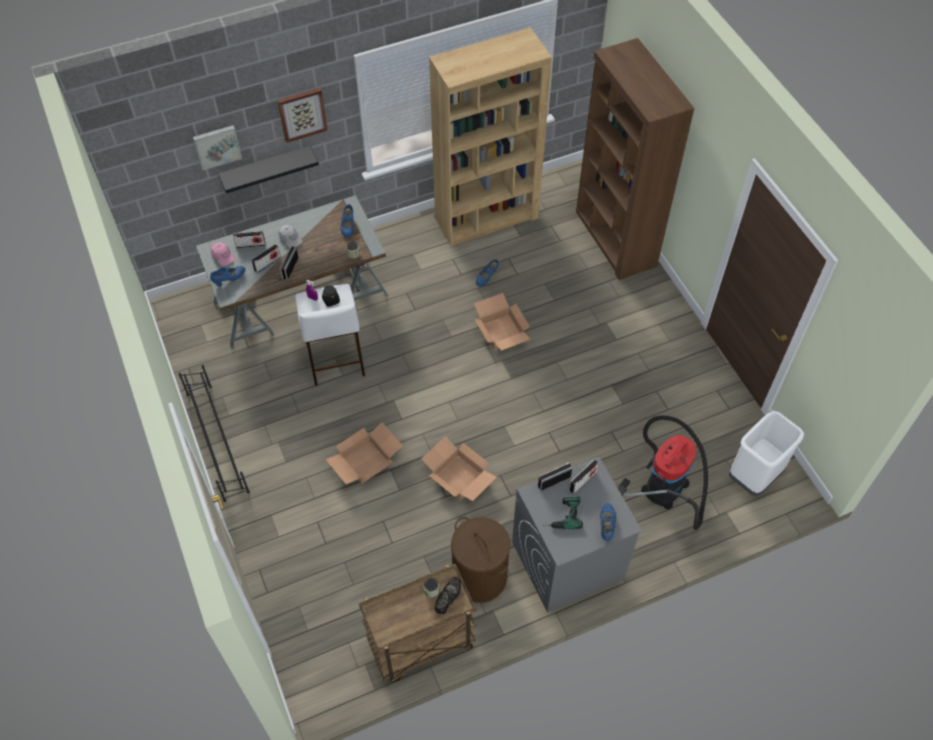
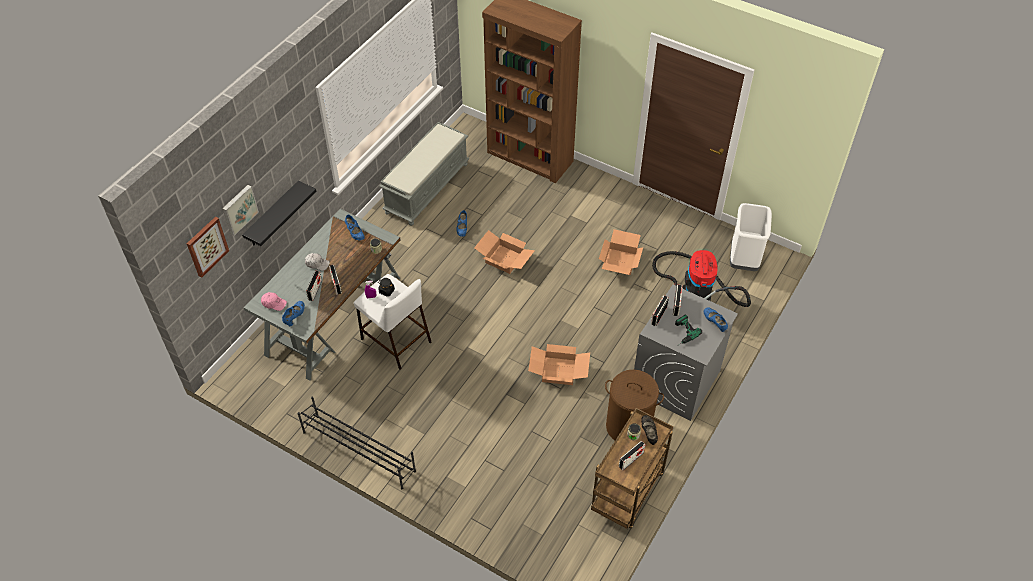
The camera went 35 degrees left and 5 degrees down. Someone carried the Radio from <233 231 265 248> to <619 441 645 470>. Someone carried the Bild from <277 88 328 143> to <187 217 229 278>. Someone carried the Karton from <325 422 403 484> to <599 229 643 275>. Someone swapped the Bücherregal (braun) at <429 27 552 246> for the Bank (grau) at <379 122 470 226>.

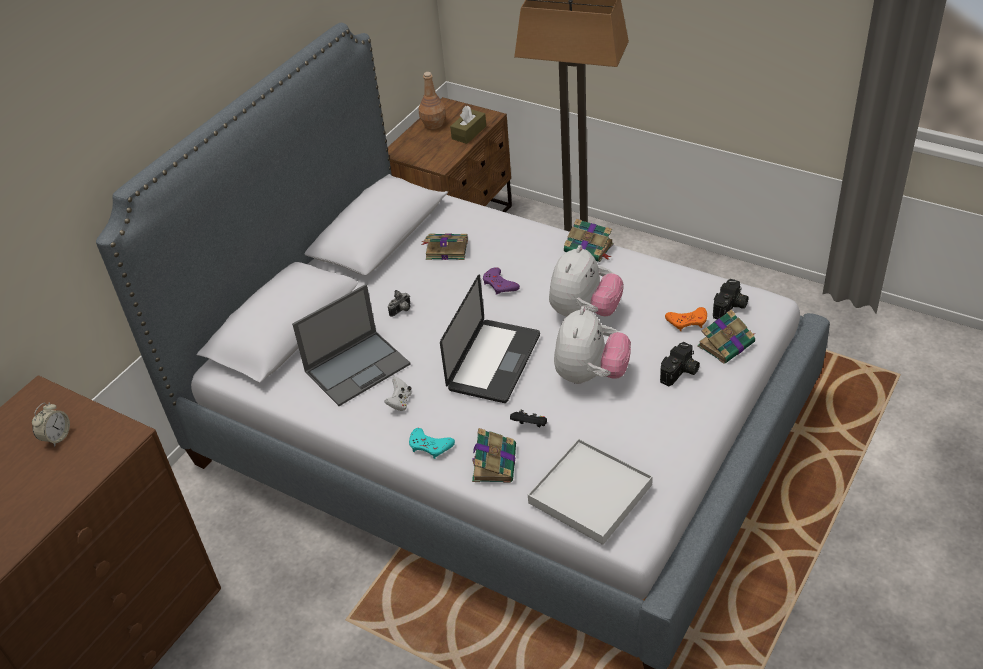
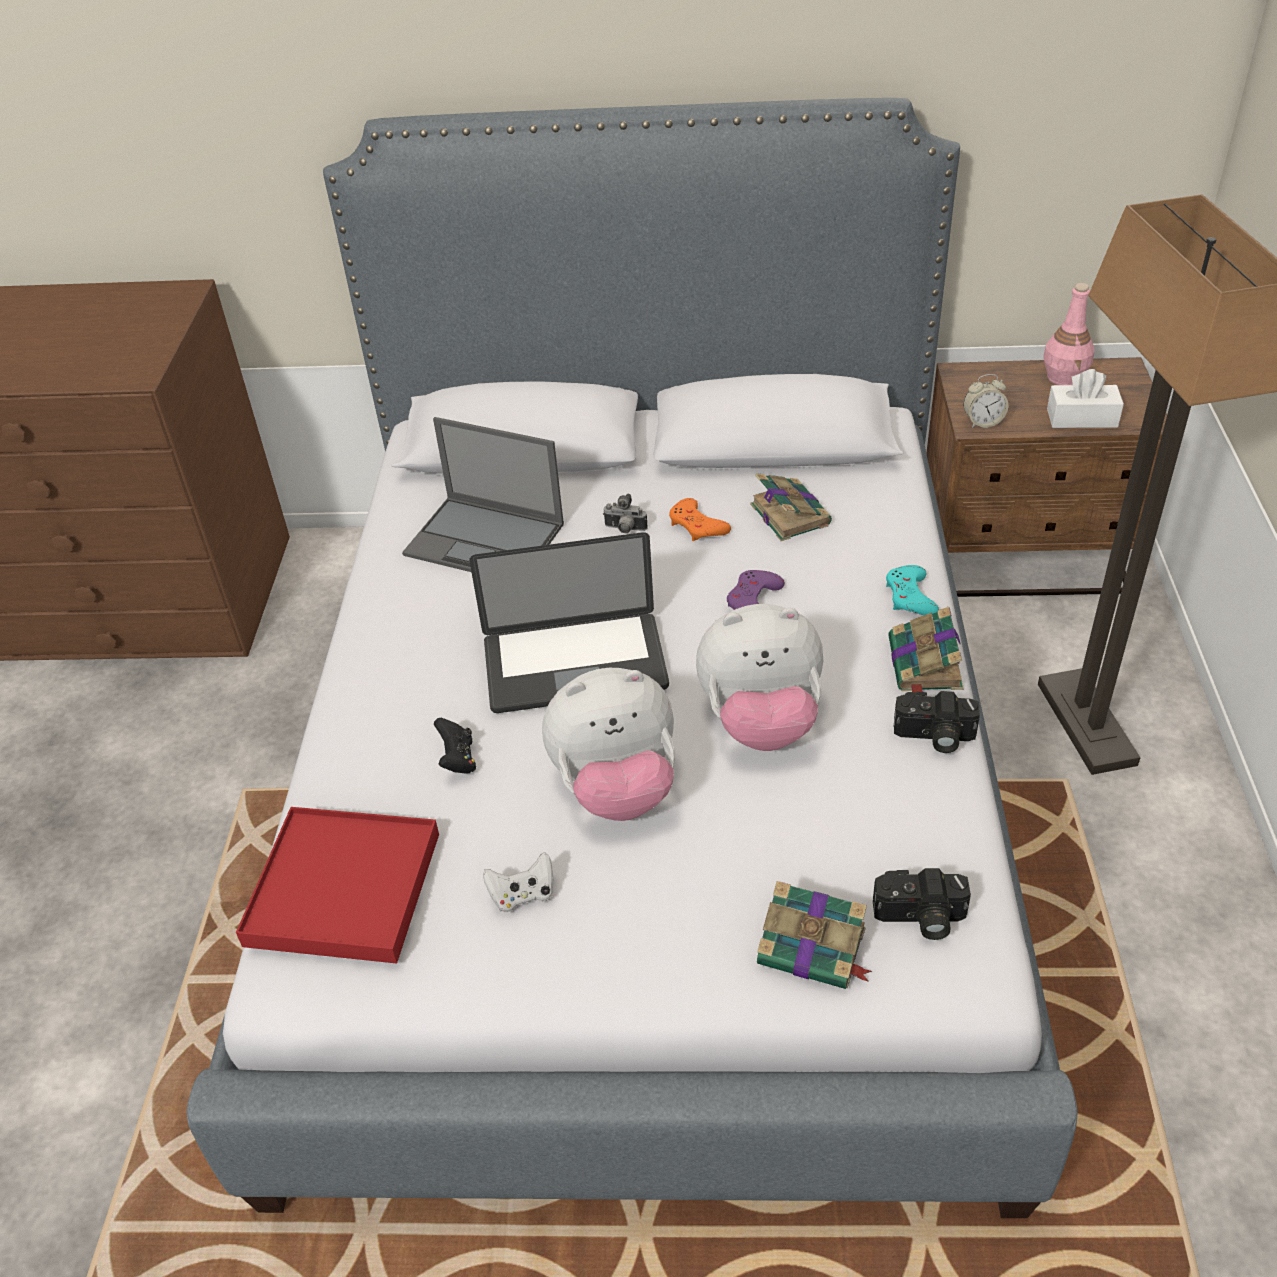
The camera went 60 degrees right and 0 degrees up. Someone took away the Buch at <472 428 516 483>. Someone carried the Wecker from <32 403 70 447> to <963 374 1008 428>. Someone carried the Gamepad (weiß) from <384 377 411 411> to <483 852 553 913>. Someone carried the Gamepad (türkis) from <409 428 455 459> to <886 565 939 615>. Someone carried the Kamera from <660 342 700 386> to <893 691 980 753>. Someone carried the Gamepad (orange) from <665 307 707 331> to <669 498 731 541>. Someone repainted the Flasche (braun) at <419 72 446 129>, which became the Flasche (rosa) at <1044 283 1094 385>. Someone repainted the Taschentuchbox (braun) at <450 106 486 144>, which became the Taschentuchbox (weiß) at <1047 369 1124 428>. Someone repainted the Tablett (weiß) at <528 438 653 545>, which became the Tablett (rot) at <236 807 439 963>.

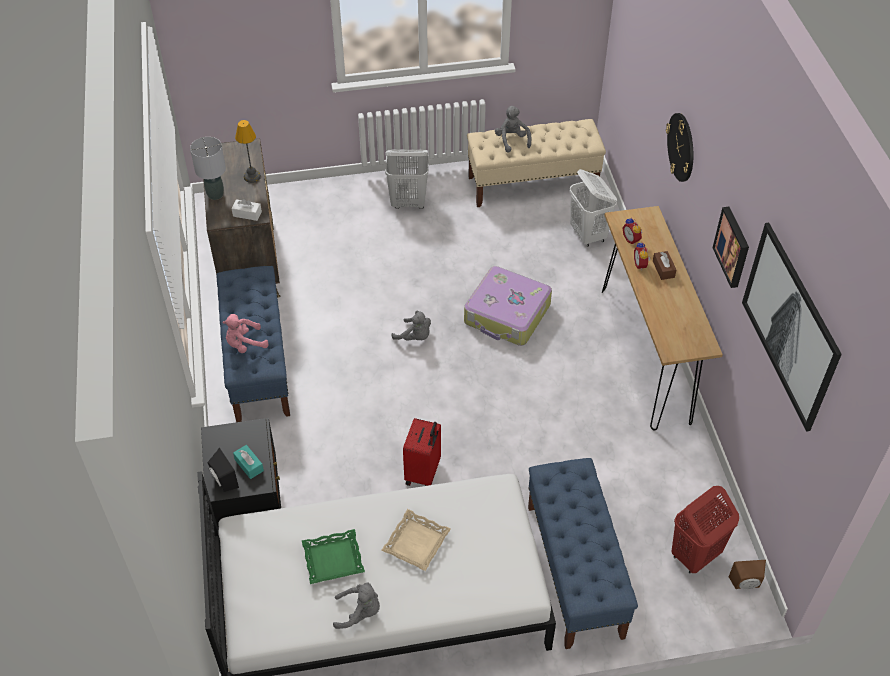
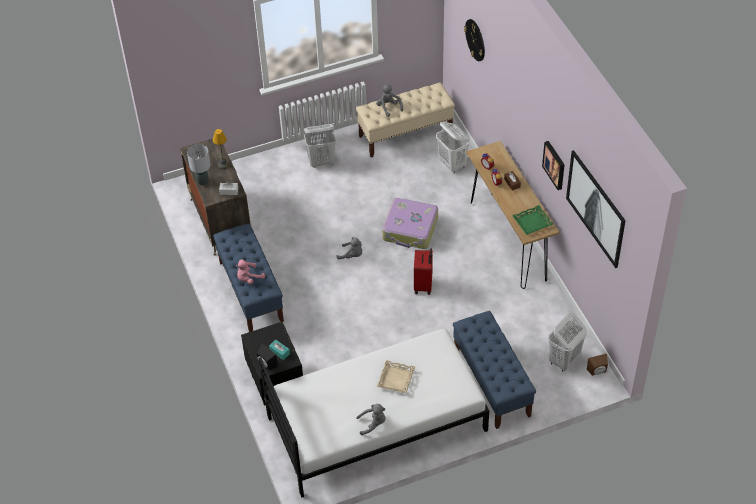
The camera went 10 degrees left and 0 degrees up. Someone carried the Tablett (grün) from <302 529 365 584> to <512 205 553 235>. Someone carried the Koffer (rot) from <403 418 441 486> to <414 249 433 295>. Someone carried the Wanduhr from <666 113 693 182> to <464 19 485 61>. Someone repainted the Wäschekorb (rot) at <671 486 739 573>, which became the Wäschekorb (weiß) at <548 313 587 372>.

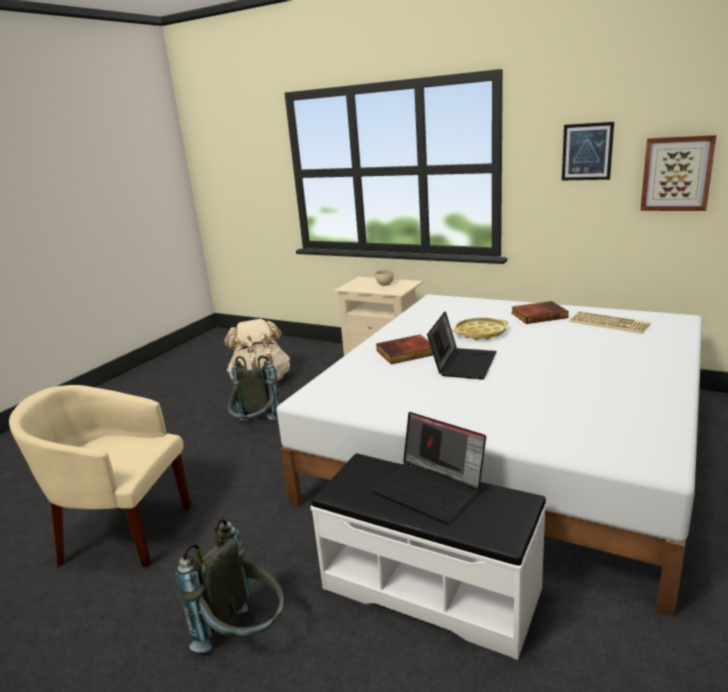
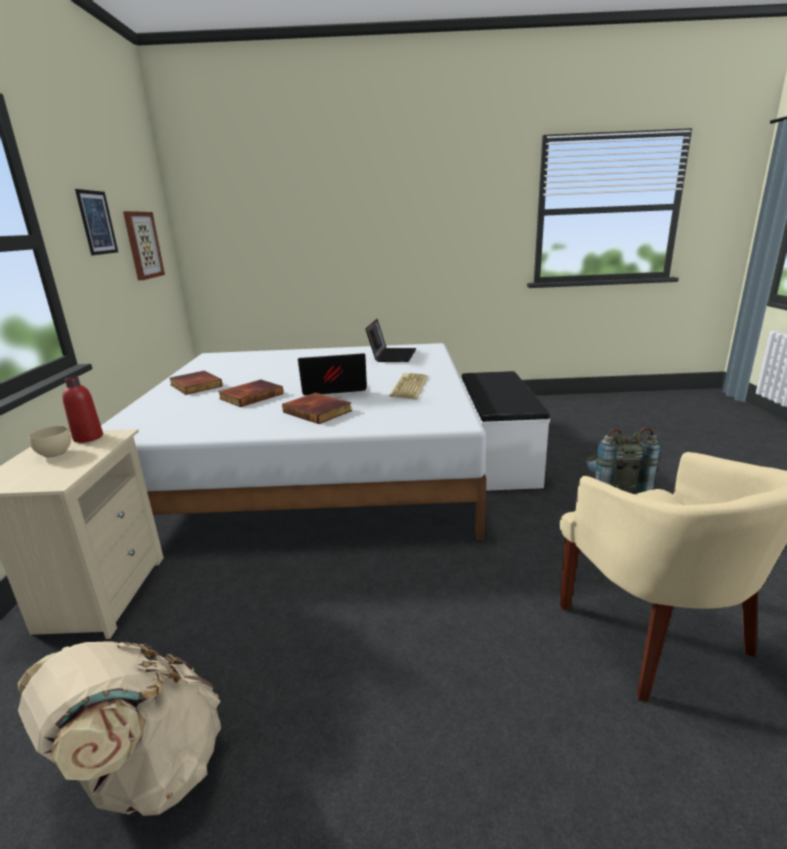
The camera went 120 degrees left and 0 degrees up. Someone took away the Rucksack (grau) at <228 356 281 421>. Someone put down the Flasche (rot) at <62 376 103 443>. Someone carried the Laptop from <371 412 486 524> to <366 319 416 362>. Someone carried the Tastatur from <569 311 651 334> to <390 373 428 400>. Someone swapped the Tablett (gelb) at <453 318 508 340> for the Buch at <218 380 284 407>.

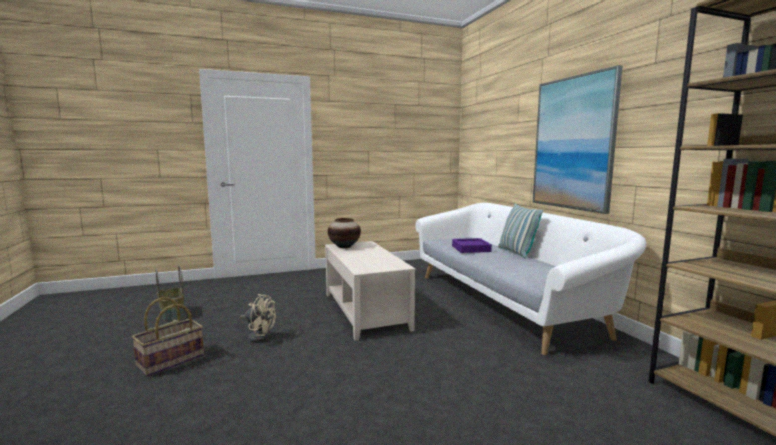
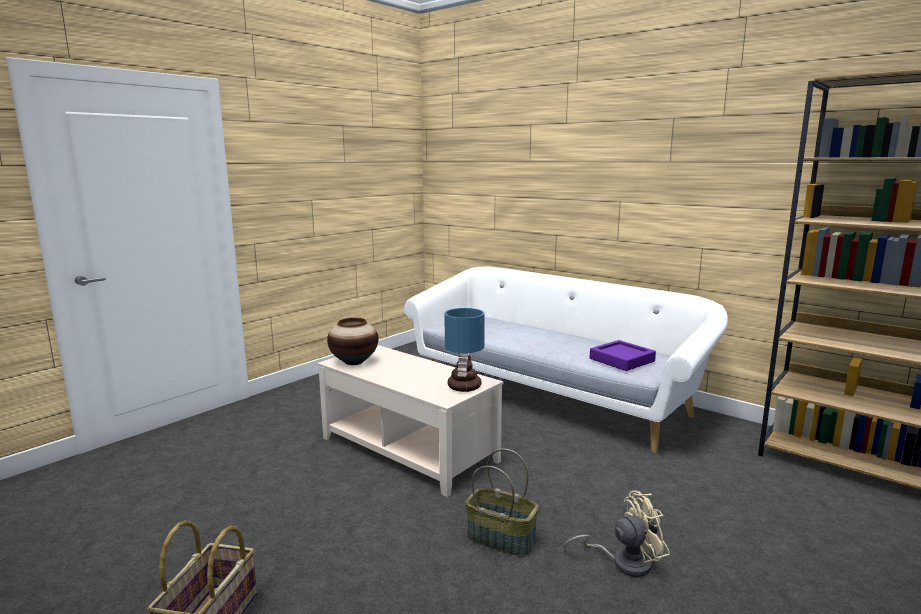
The camera went 30 degrees left and 5 degrees up. Someone took away the Kissen at <498 203 543 258>. Someone took away the Bild at <533 65 623 214>. Someone put down the Tischlampe at <444 308 485 392>. Someone carried the Korb from <156 265 185 322> to <465 449 539 557>. Someone carried the Ventilator (beige) from <240 294 276 343> to <564 491 670 577>. Someone carried the Tablett (lila) from <452 238 492 253> to <590 340 656 371>.

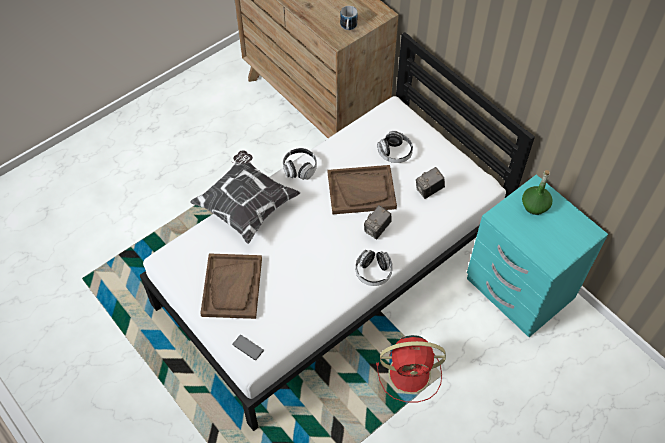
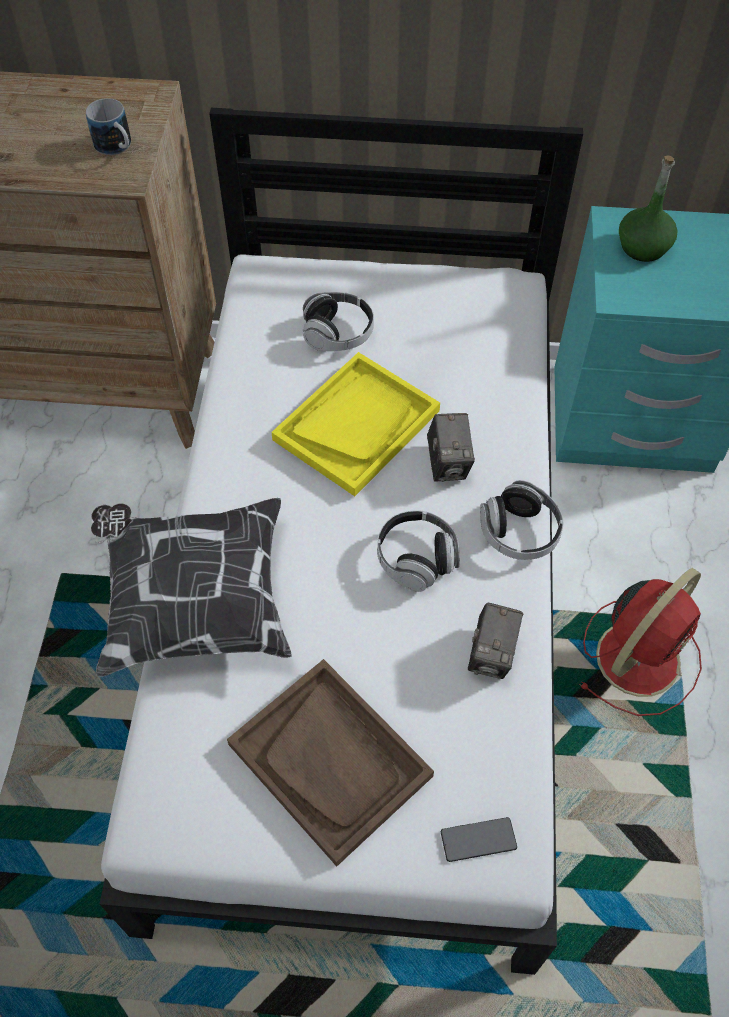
The camera went 45 degrees left and 0 degrees up. Someone carried the Kopfhörer from <283 148 317 180> to <377 510 460 592>. Someone carried the Kamera from <416 167 445 199> to <468 603 523 679>. Someone repainted the Tablett (braun) at <328 165 397 214>, which became the Tablett (gelb) at <271 352 440 496>.

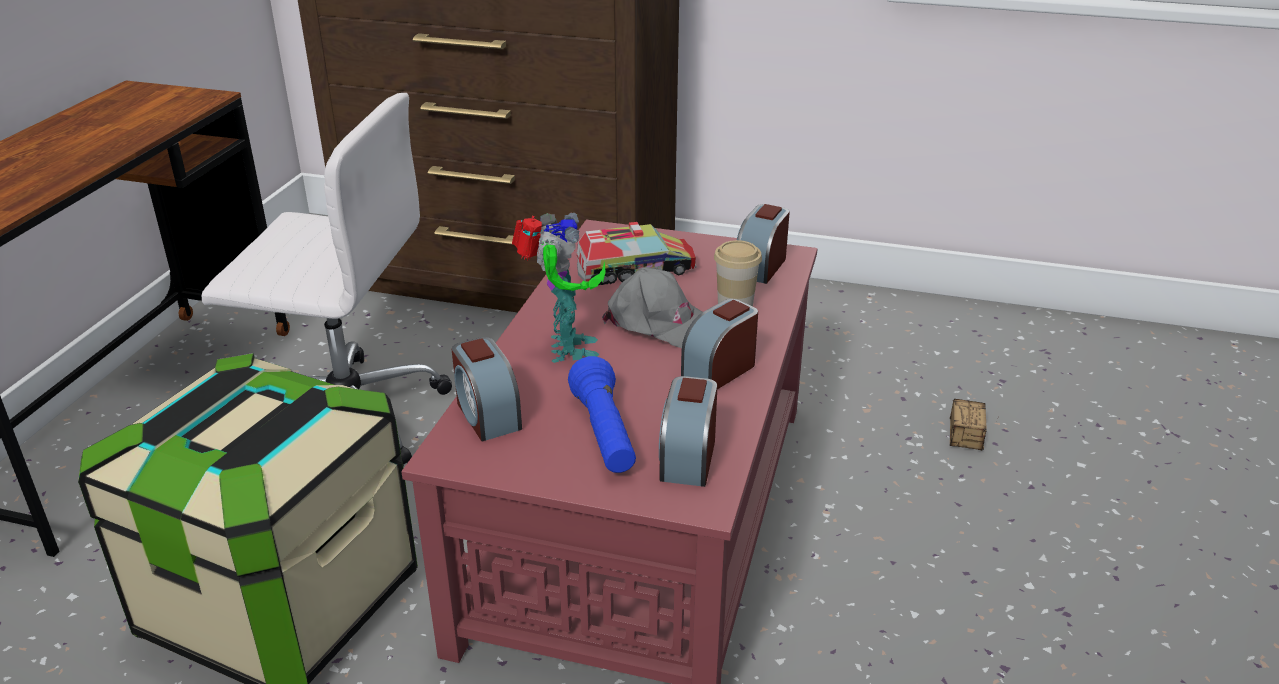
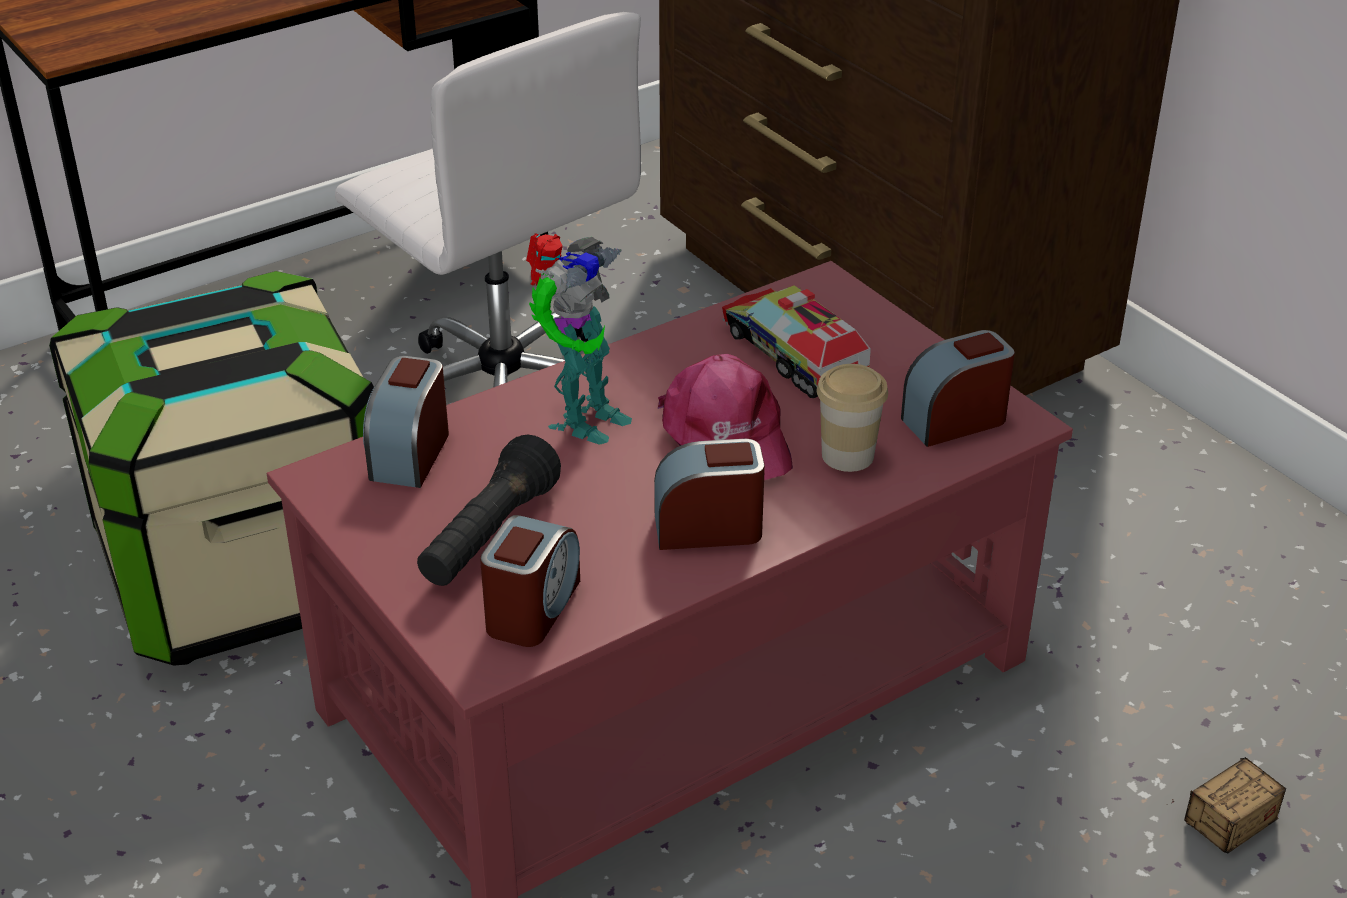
The camera went 40 degrees right and 5 degrees up. Someone repainted the Taschenlampe (blau) at <568 356 636 473>, which became the Taschenlampe (schwarz) at <417 434 561 586>. Someone repainted the Kappe (grau) at <602 267 702 348>, which became the Kappe (rosa) at <658 354 793 480>. Someone rotated the Spielzeuglaster at <576 222 697 285> by 150 degrees counterclockwise. Someone rotated the Wecker at <659 376 717 487> by 150 degrees clockwise.

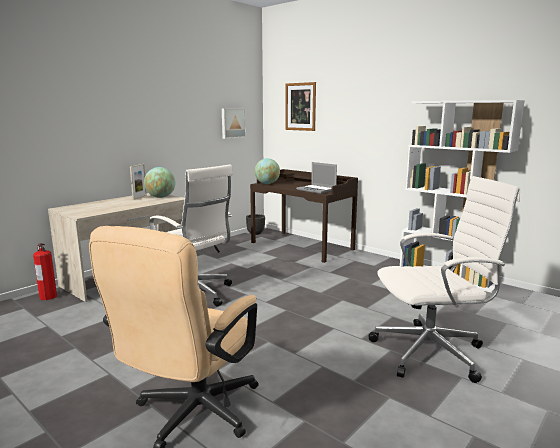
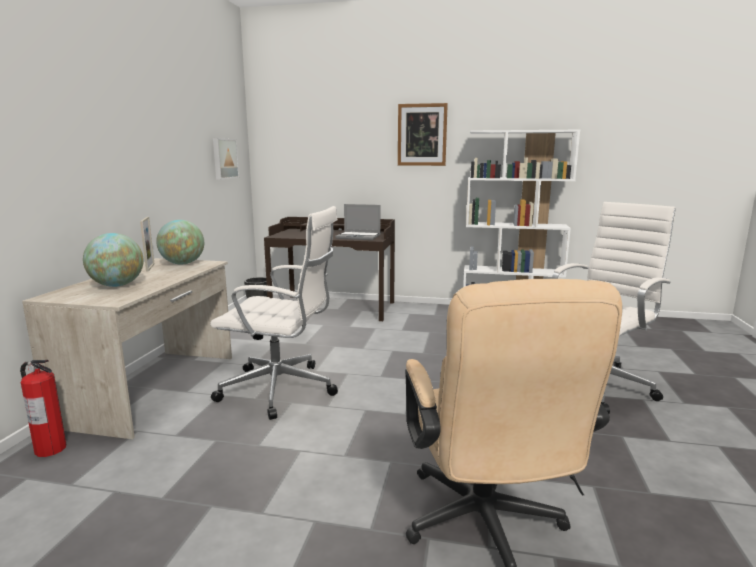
The camera went 30 degrees left and 0 degrees up. Someone carried the Globus from <254 158 280 184> to <83 233 144 287>. Someone carried the Bild from <285 82 316 131> to <398 103 448 166>.

